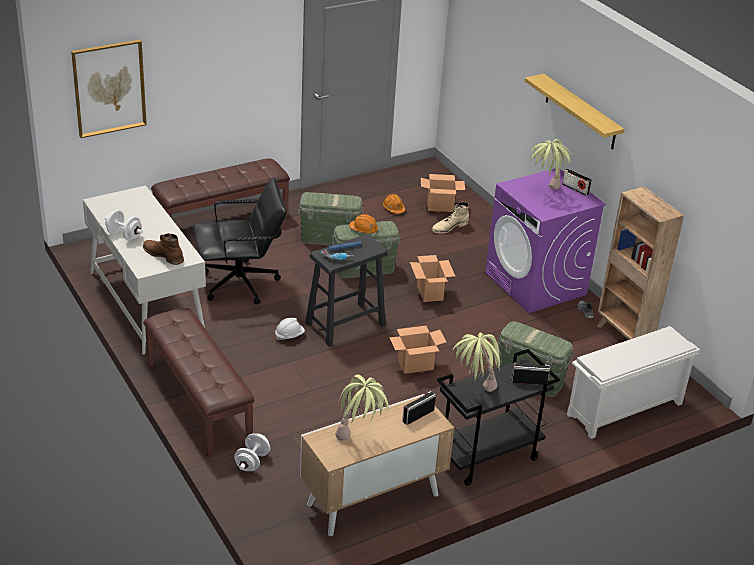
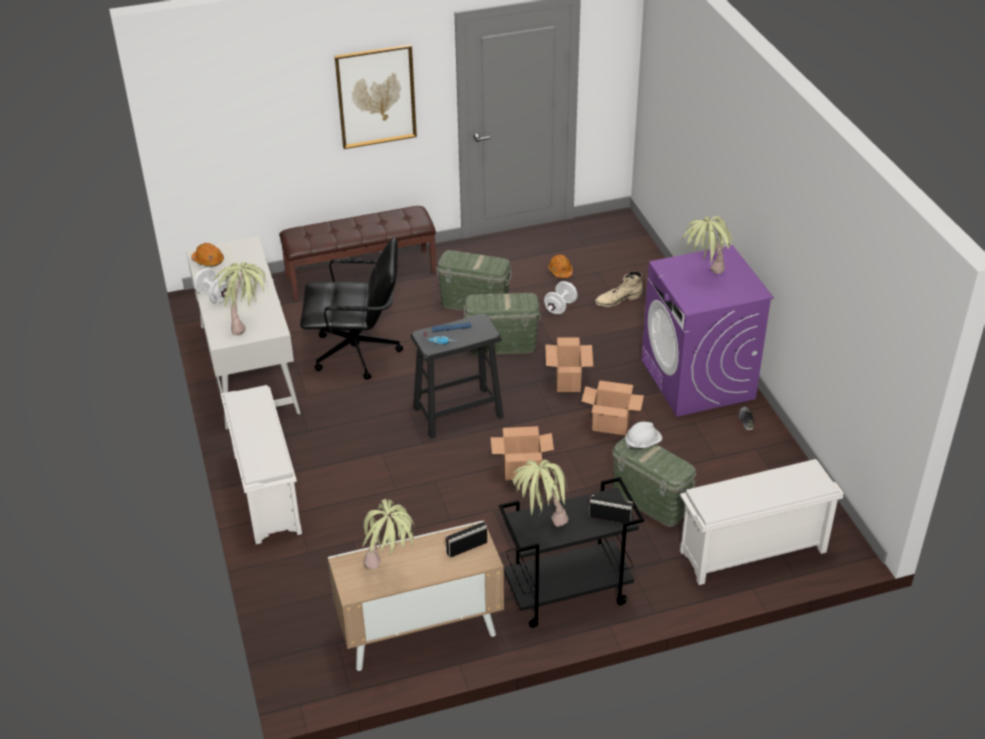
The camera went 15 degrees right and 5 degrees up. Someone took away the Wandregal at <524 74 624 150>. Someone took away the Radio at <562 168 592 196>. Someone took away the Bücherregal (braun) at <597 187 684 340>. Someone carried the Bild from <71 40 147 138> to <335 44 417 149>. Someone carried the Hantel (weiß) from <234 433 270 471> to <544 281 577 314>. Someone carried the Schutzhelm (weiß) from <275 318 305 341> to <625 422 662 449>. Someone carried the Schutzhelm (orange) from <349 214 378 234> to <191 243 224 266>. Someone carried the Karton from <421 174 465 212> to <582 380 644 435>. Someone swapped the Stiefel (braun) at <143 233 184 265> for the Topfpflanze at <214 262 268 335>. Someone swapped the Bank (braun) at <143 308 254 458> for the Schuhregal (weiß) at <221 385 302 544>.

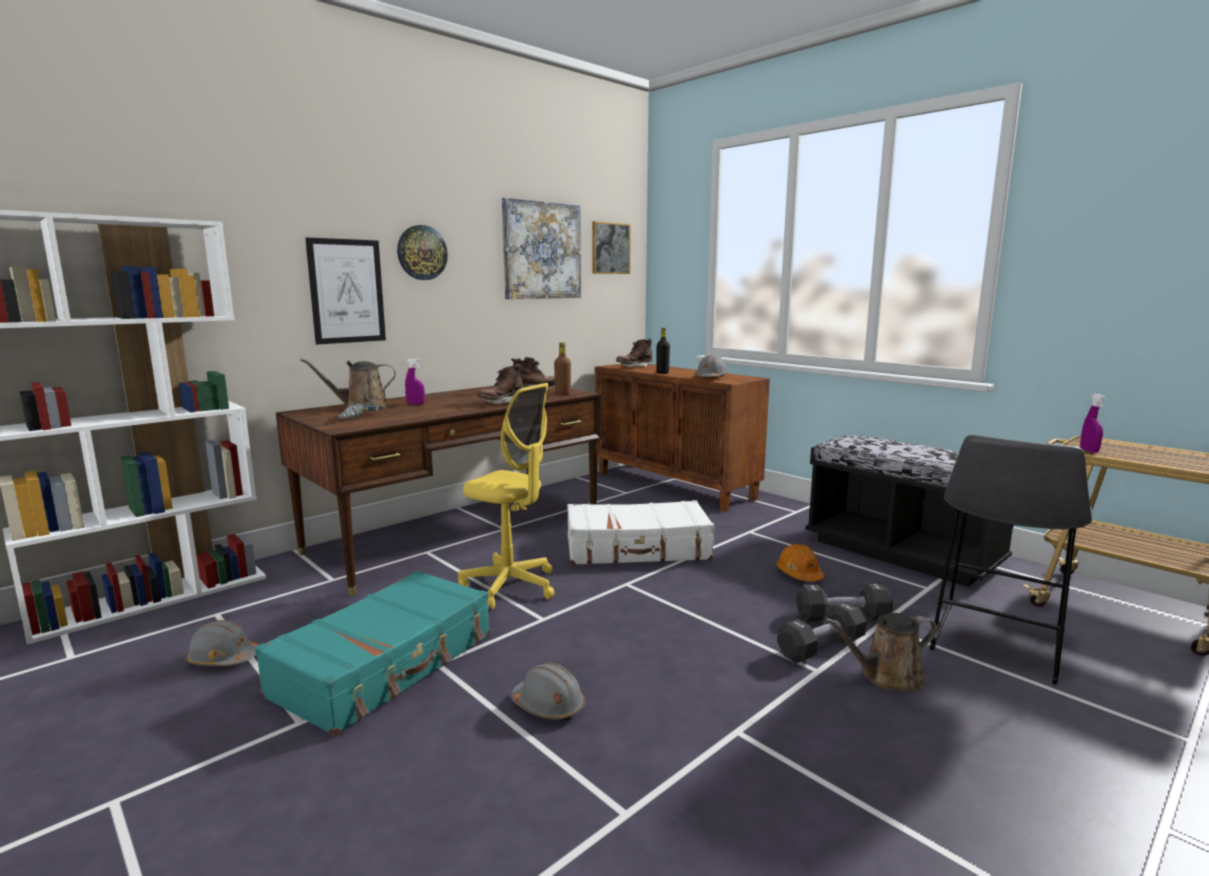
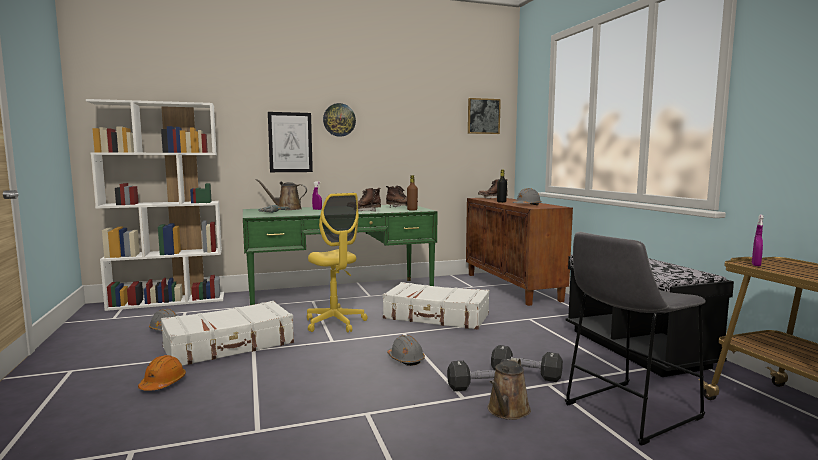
The camera went 25 degrees right and 5 degrees down. Someone took away the Bild at <502 197 581 299>. Someone carried the Schutzhelm (grau) from <511 663 585 721> to <387 335 425 366>. Someone carried the Schutzhelm (orange) from <776 544 825 581> to <138 355 186 391>. Someone repainted the Koffer (türkis) at <255 570 490 736>, which became the Koffer (weiß) at <161 301 294 366>. Someone repainted the Schreibtisch (braun) at <276 386 602 596>, which became the Schreibtisch (grün) at <243 205 437 305>. Someone rotated the Gießkanne (braun) at <825 613 938 692> by 75 degrees counterclockwise.

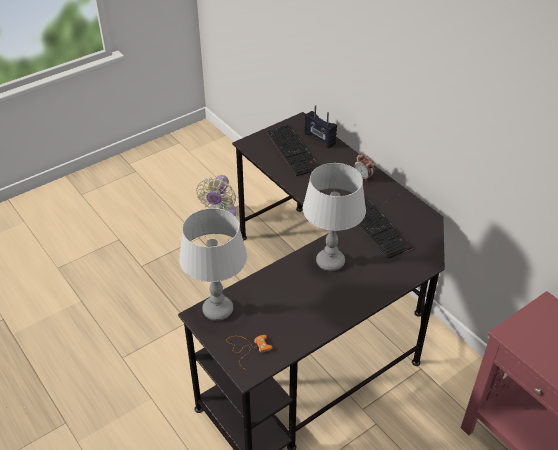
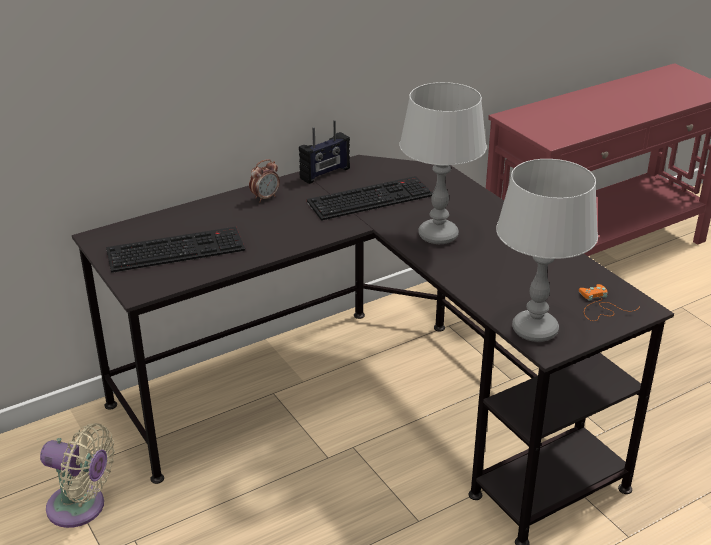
The camera went 85 degrees left and 10 degrees down. Someone carried the Radio from <305 105 337 148> to <299 120 350 184>.

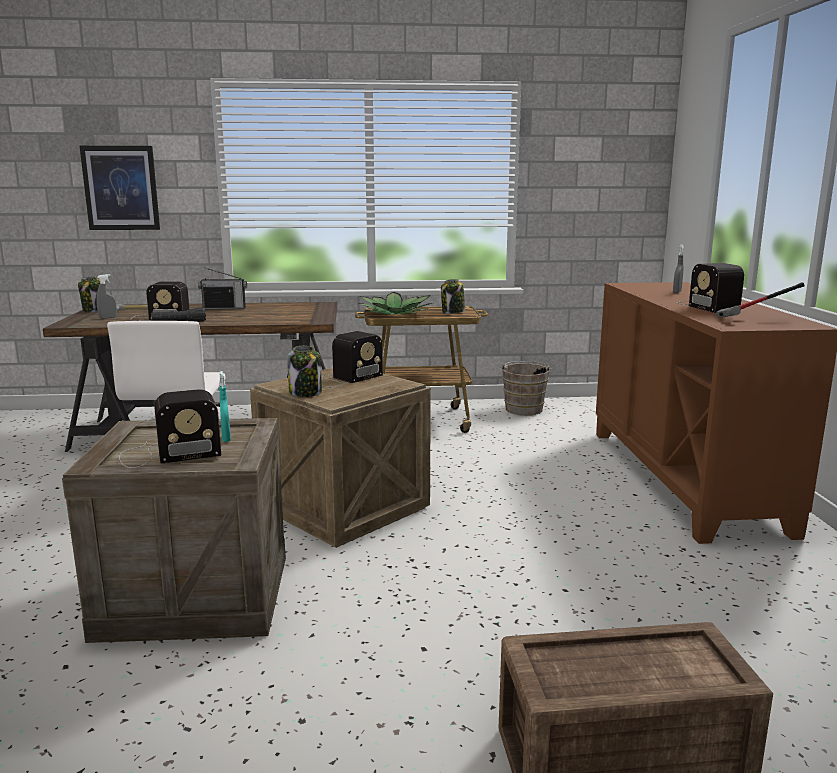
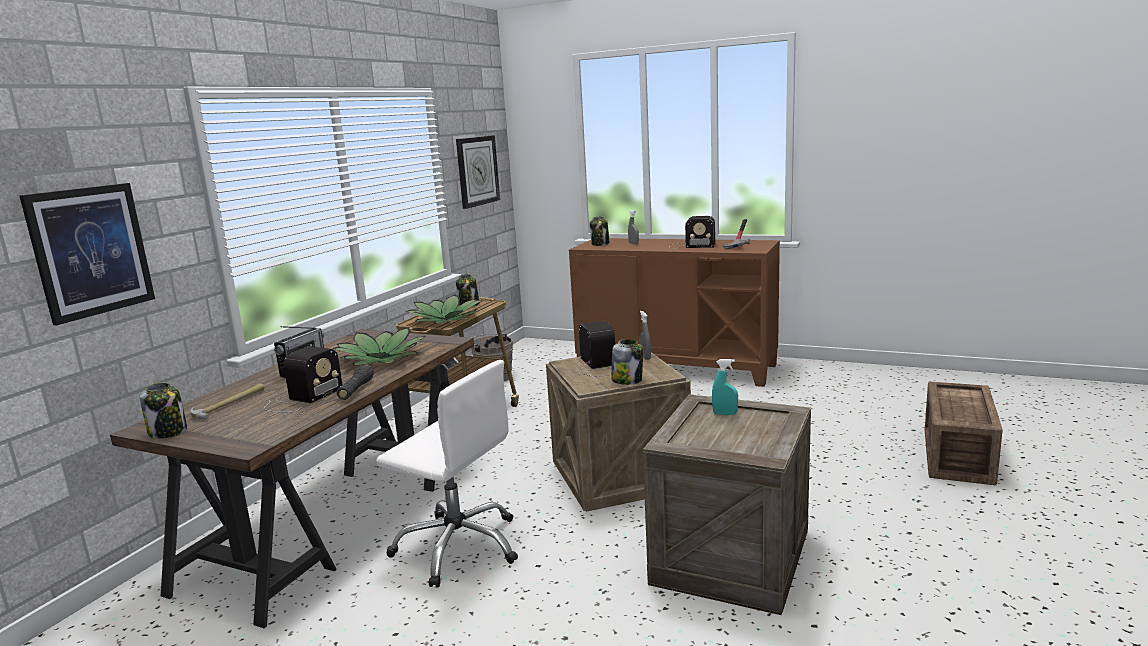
The camera went 60 degrees left and 0 degrees up. Someone took away the Radio at <119 389 221 468>. Someone put down the Topfpflanze at <333 327 426 366>. Someone put up the Wanduhr at <456 135 500 209>. Someone put down the Vorratsglas at <590 216 610 246>. Someone carried the Sprühflasche (grau) from <96 274 117 319> to <639 311 651 360>.

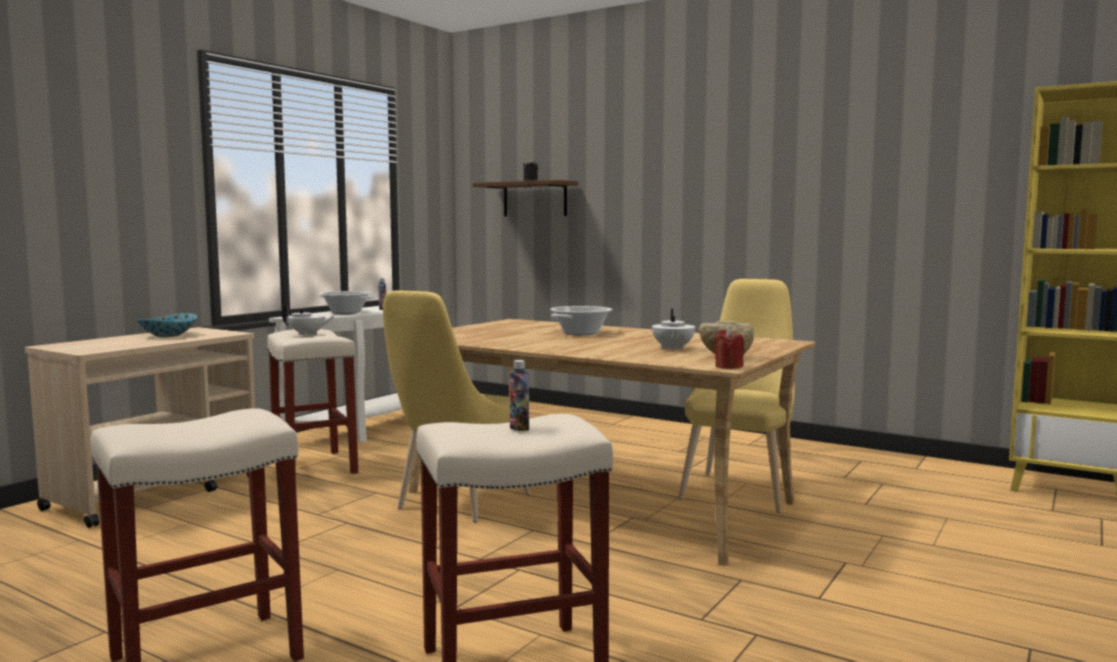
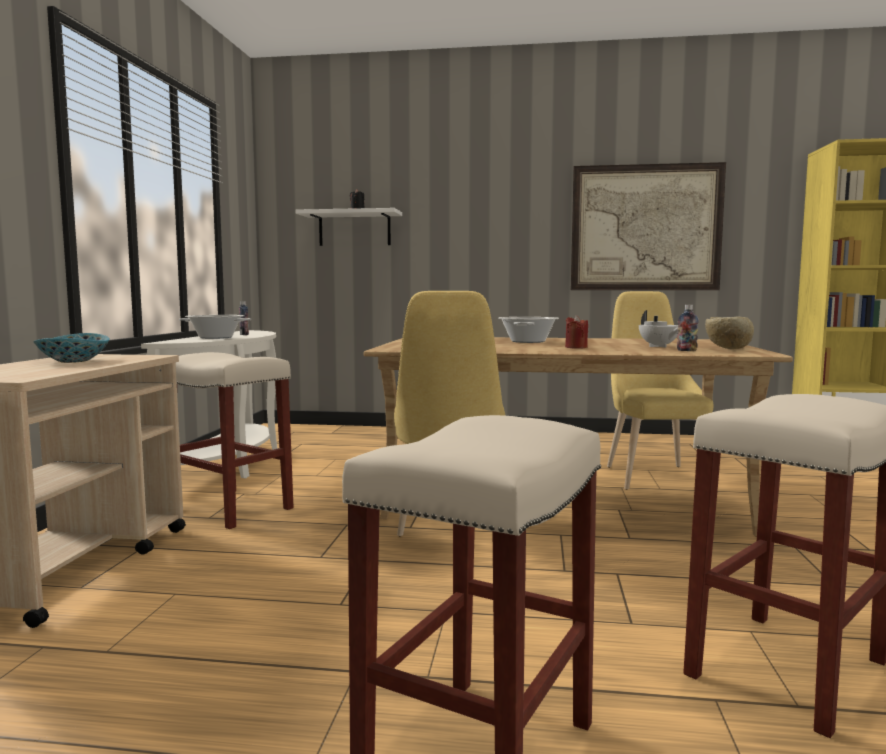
The camera went 25 degrees left and 0 degrees up. Someone took away the Teekanne (weiß) at <282 304 335 336>. Someone put up the Bild at <571 162 726 290>. Someone carried the Flasche from <509 360 529 431> to <677 305 699 351>. Someone carried the Kerze (rot) from <715 328 744 369> to <565 315 588 349>. Someone repainted the Wandregal (braun) at <473 180 578 216>, which became the Wandregal (weiß) at <295 208 402 246>.

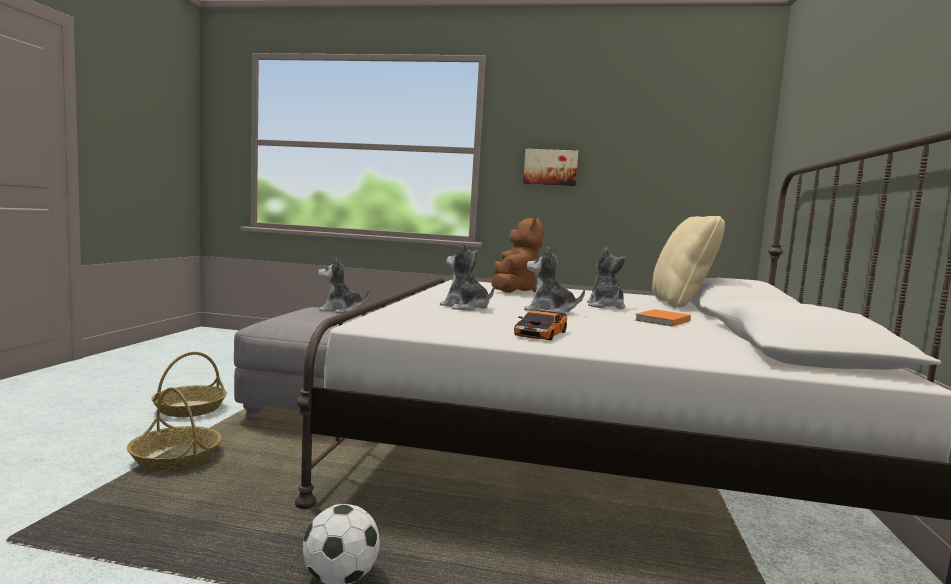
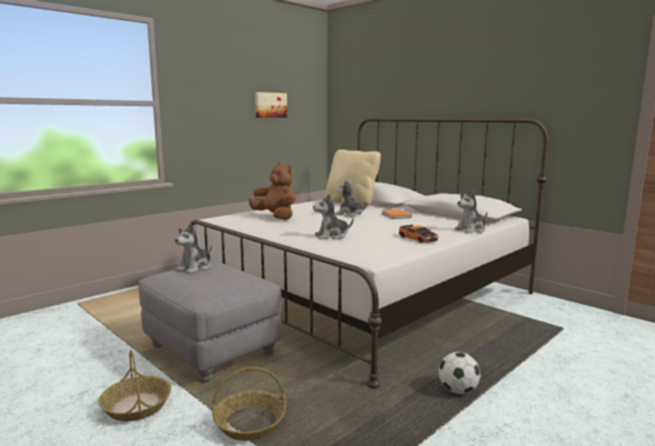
The camera went 55 degrees left and 5 degrees up. Someone carried the Bild from <523 149 578 186> to <255 92 287 118>. Someone carried the Plüschtier from <524 247 585 313> to <455 190 487 233>.

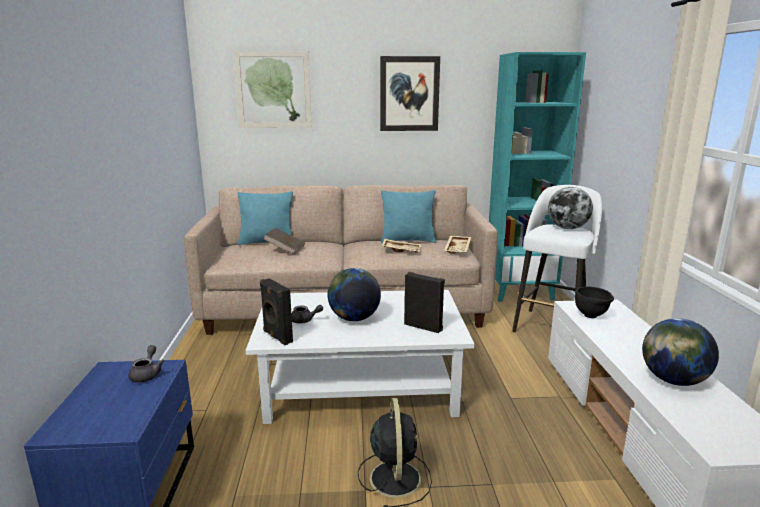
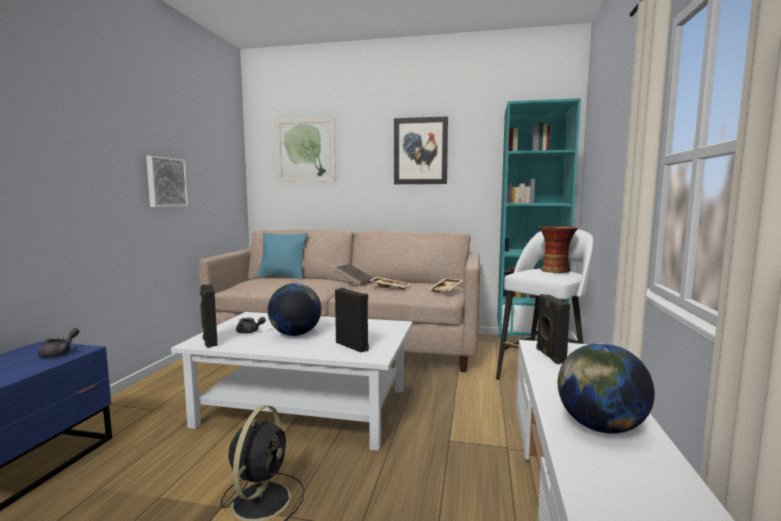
The camera went 15 degrees right and 10 degrees down. Someone took away the Kissen (türkis) at <381 190 436 243>. Someone put up the Bild at <146 156 188 207>. Someone carried the Buch (braun) from <264 228 305 254> to <336 264 373 286>. Someone swapped the Globus at <548 187 593 229> for the Vase at <539 226 578 273>. Someone swapped the Schüssel (schwarz) at <575 286 614 318> for the Lautsprecher (schwarz) at <536 294 570 364>.

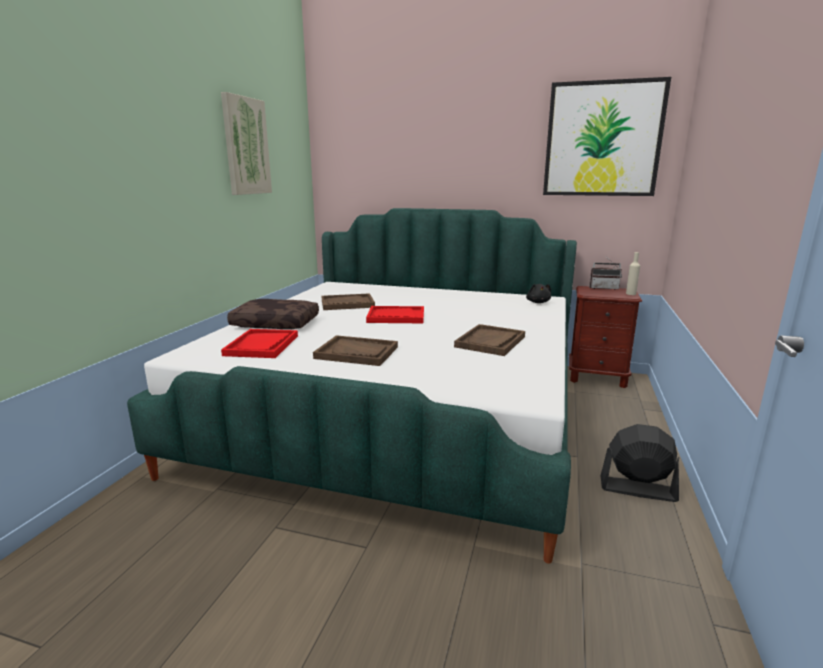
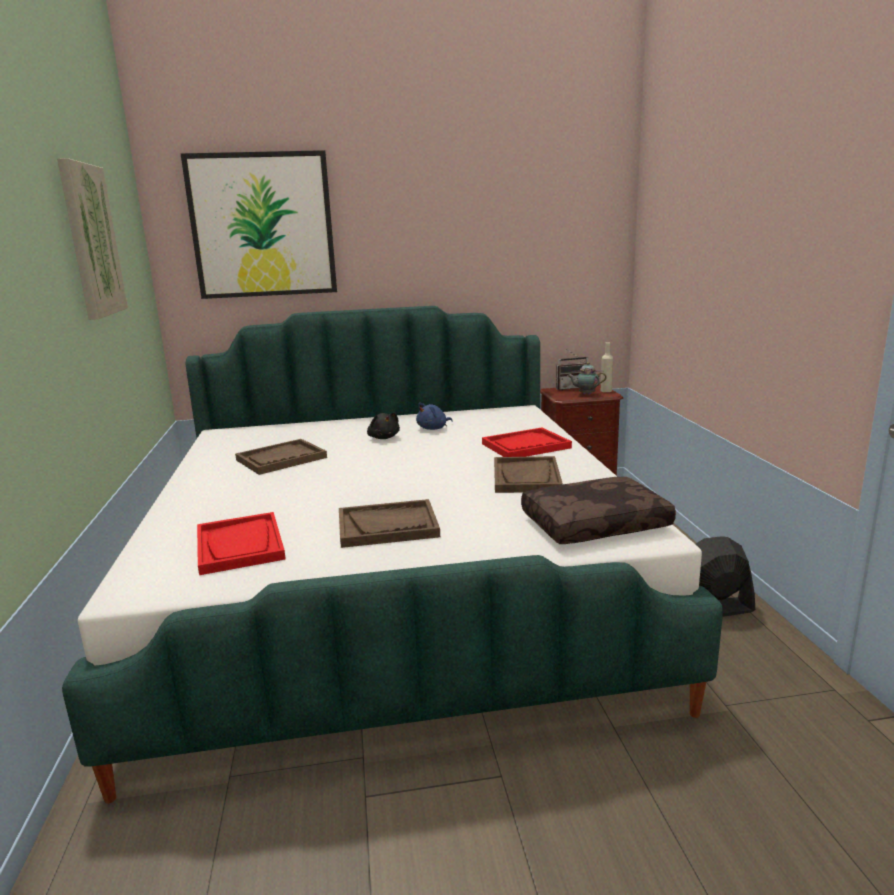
The camera went 25 degrees left and 0 degrees up. Someone put down the Plüschtier (blau) at <416 402 453 430>. Someone put down the Teekanne at <567 362 607 395>. Someone carried the Kissen (braun) from <227 299 319 329> to <521 477 676 544>. Someone carried the Tablett (rot) from <366 306 424 323> to <482 428 572 457>. Someone carried the Plüschtier (schwarz) from <526 284 551 303> to <367 412 400 439>. Someone carried the Bild from <543 77 671 196> to <181 150 337 299>.

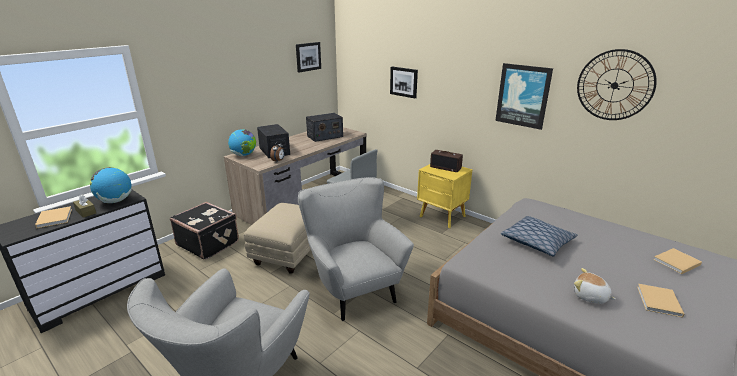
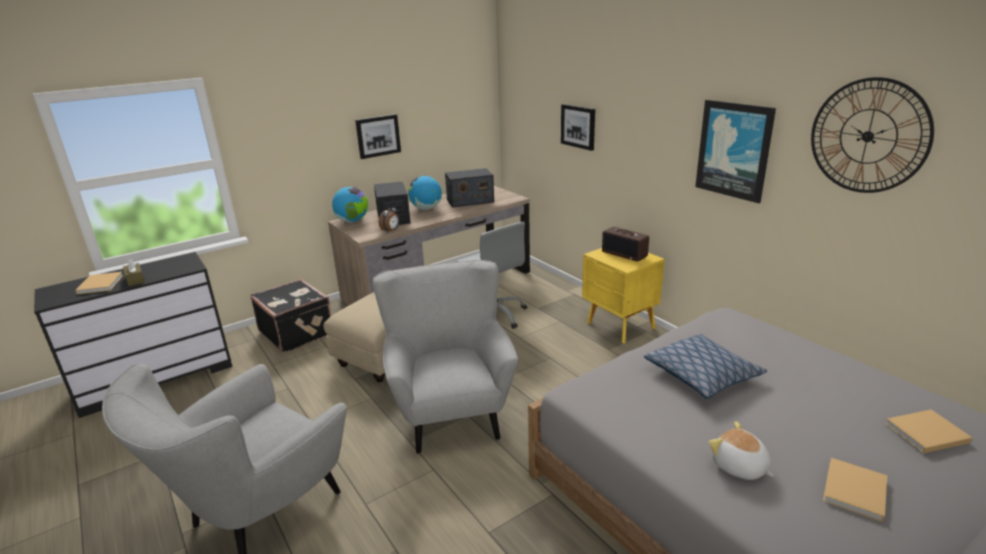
The camera went 15 degrees right and 0 degrees up. Someone carried the Globus from <90 167 132 203> to <408 175 442 210>. Someone carried the Bild from <296 42 321 72> to <355 114 401 159>.

